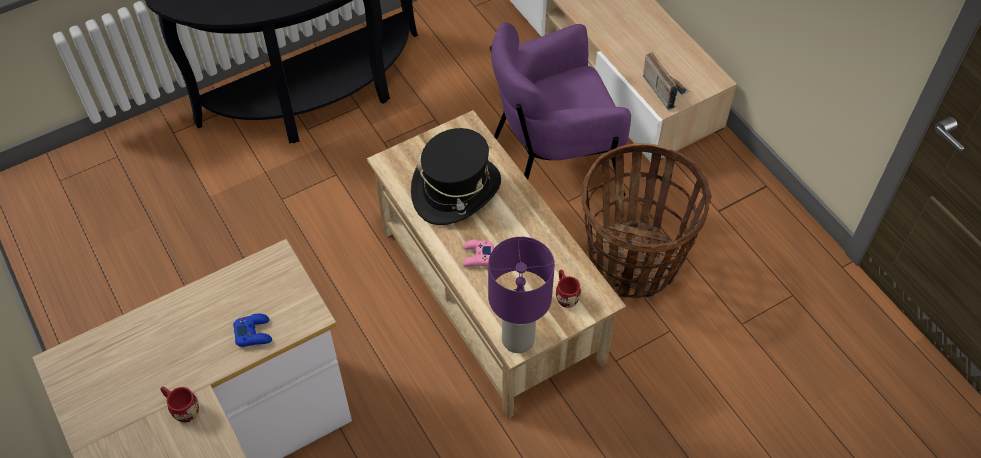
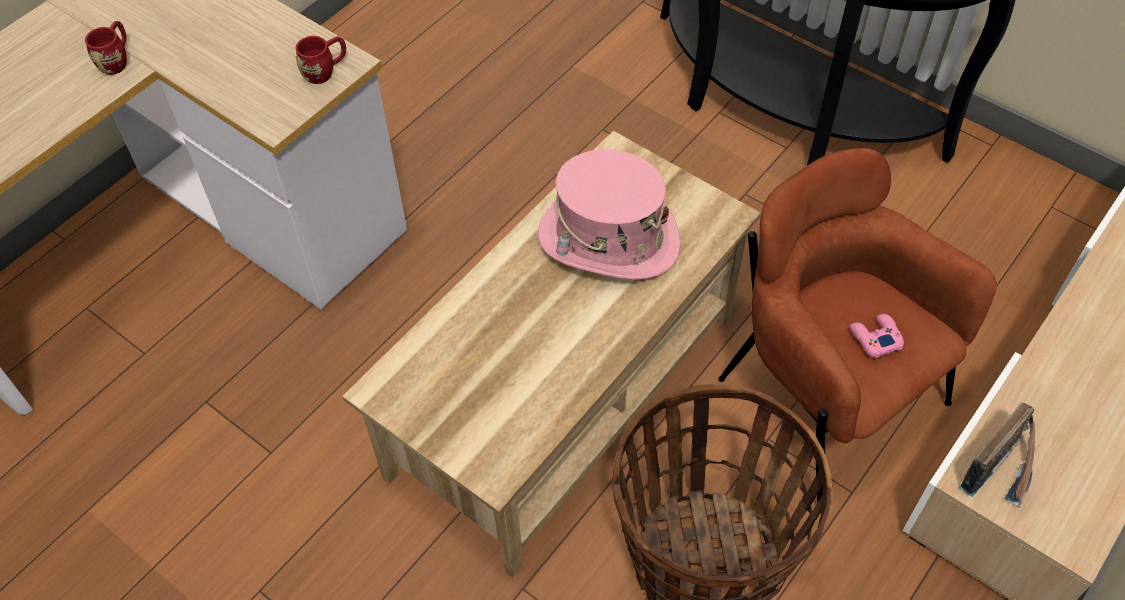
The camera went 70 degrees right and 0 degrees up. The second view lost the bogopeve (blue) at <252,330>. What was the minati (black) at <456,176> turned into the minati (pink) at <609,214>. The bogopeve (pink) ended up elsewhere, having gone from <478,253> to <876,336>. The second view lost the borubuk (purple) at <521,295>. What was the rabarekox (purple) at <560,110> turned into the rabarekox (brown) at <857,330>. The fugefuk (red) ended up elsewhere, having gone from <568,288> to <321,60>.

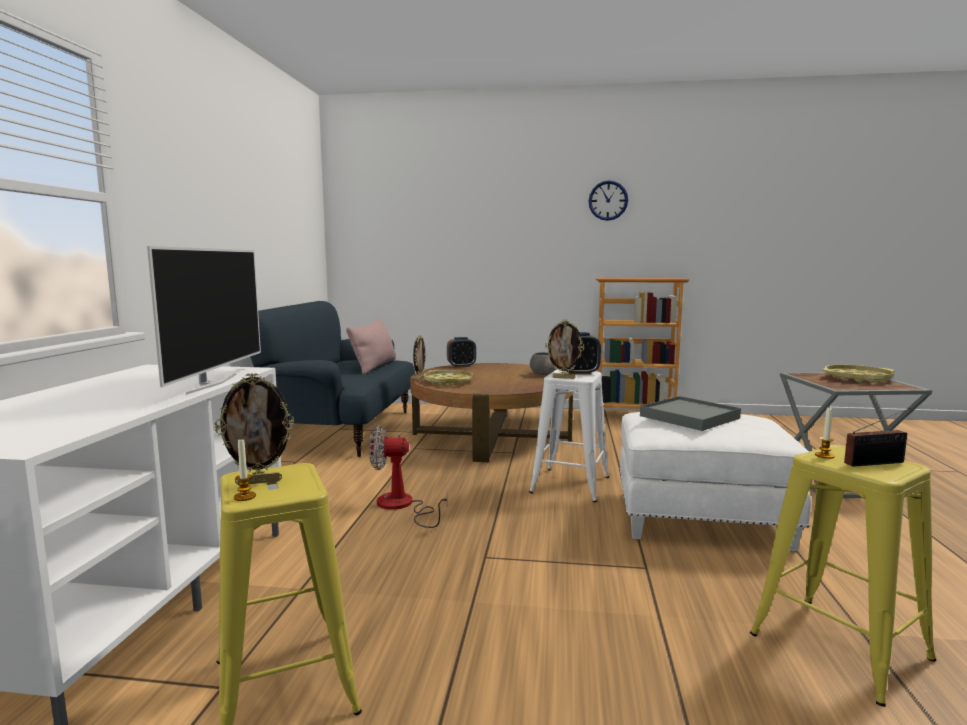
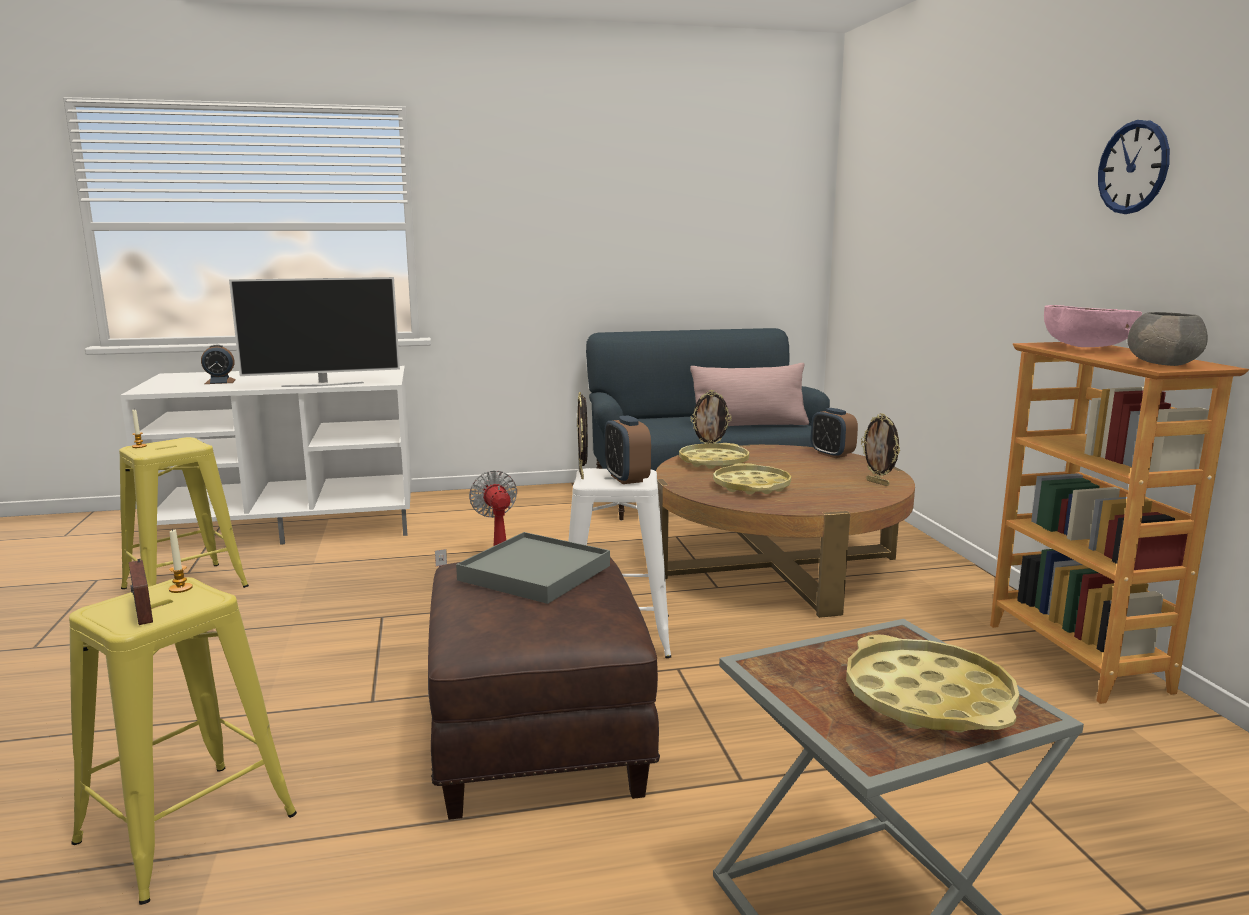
The camera went 70 degrees right and 5 degrees up. The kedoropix ended up elsewhere, having gone from <255,429> to <880,449>. The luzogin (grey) ended up elsewhere, having gone from <543,363> to <1167,339>. What was the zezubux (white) at <716,481> turned into the zezubux (brown) at <544,688>. The second view gained the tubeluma at <218,364>. The second view gained the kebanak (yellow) at <752,479>. The second view gained the luzogin (pink) at <1093,326>.

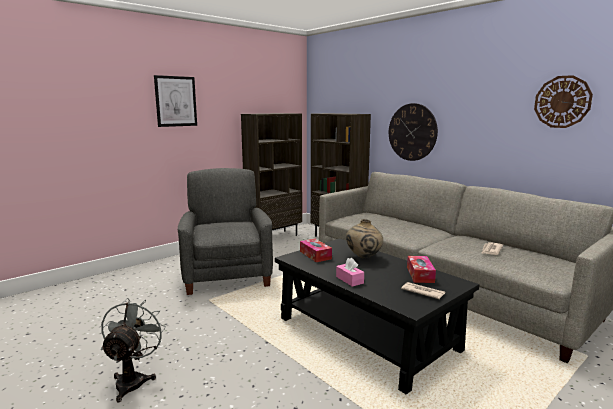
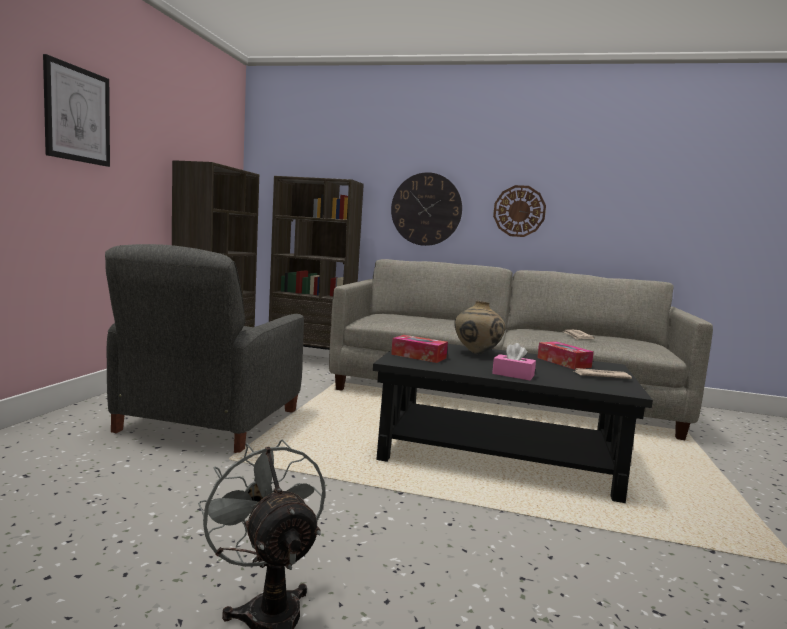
The camera went 35 degrees left and 5 degrees down. The rabarekox (grey) at <225,231> ended up facing another way, 120 degrees counterclockwise from before. The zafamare ended up elsewhere, having gone from <563,101> to <519,211>.

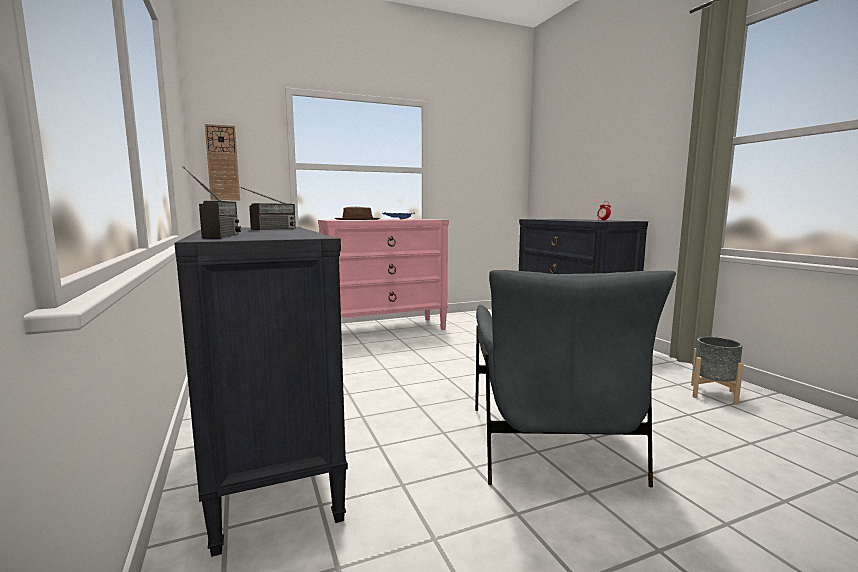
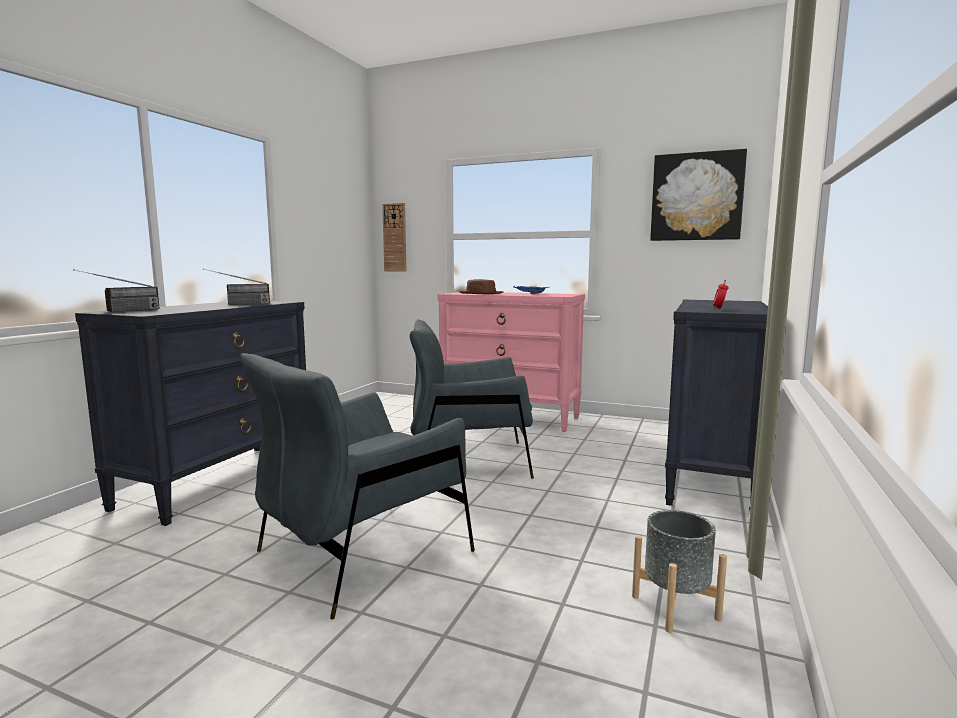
The camera went 45 degrees right and 0 degrees up. The second view gained the rabarekox (grey) at <471,399>. The second view gained the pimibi at <698,195>.

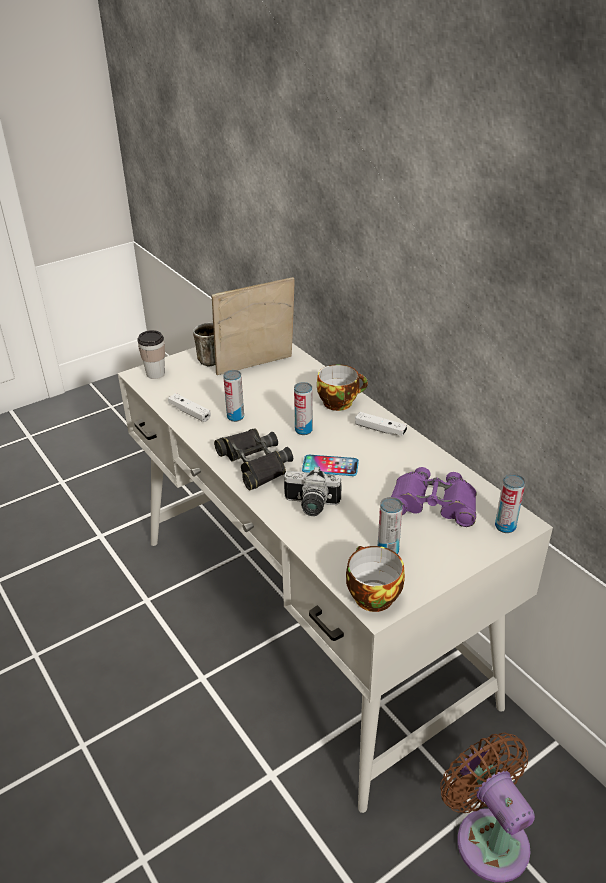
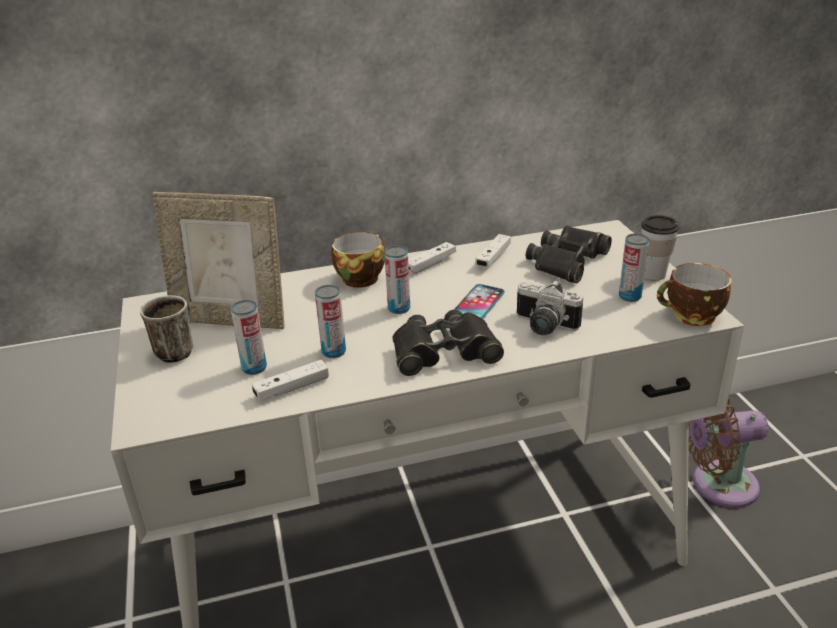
The camera went 70 degrees left and 5 degrees down. The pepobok ended up elsewhere, having gone from <151,354> to <660,248>. The kedoropix at <253,326> ended up facing another way, 75 degrees counterclockwise from before. The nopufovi at <312,491> ended up facing another way, 90 degrees clockwise from before. What was the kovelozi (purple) at <433,497> turned into the kovelozi (black) at <569,254>. The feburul ended up elsewhere, having gone from <510,503> to <249,337>. The second view gained the bogopeve (white) at <493,251>.

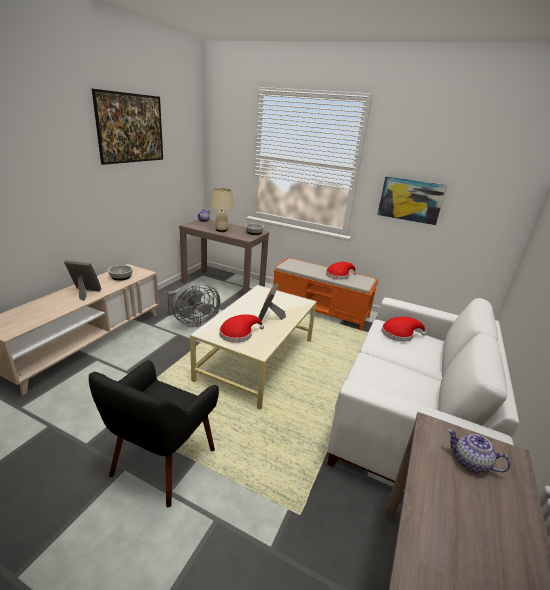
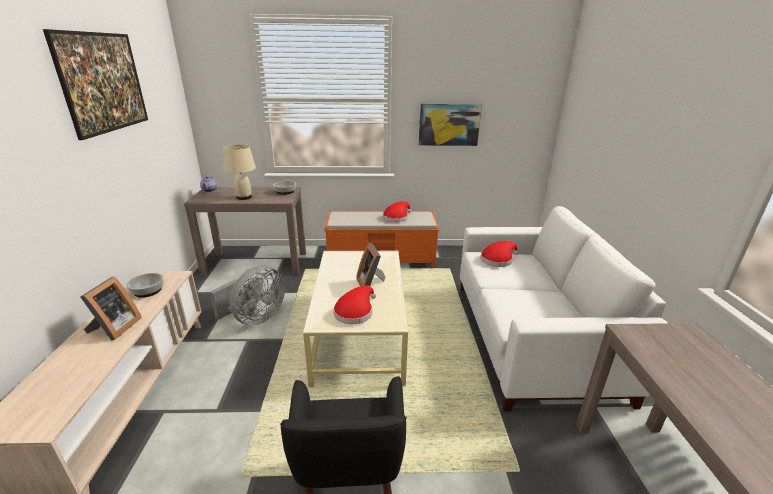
The camera went 25 degrees left and 0 degrees up. The kedoropix at <82,280> ended up facing another way, 120 degrees clockwise from before. The second view lost the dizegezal at <479,451>.

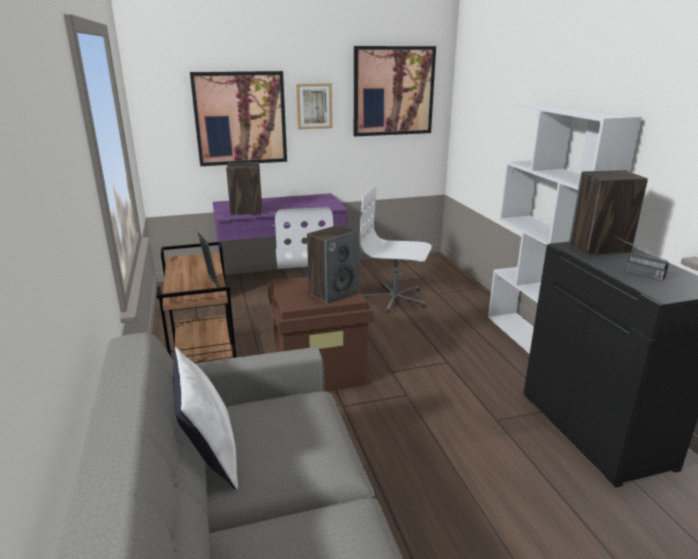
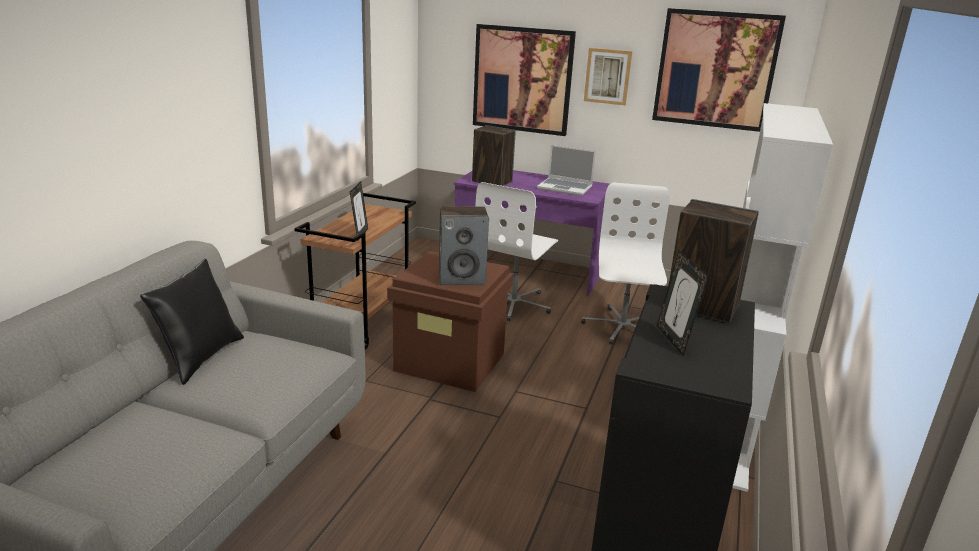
The camera went 35 degrees right and 0 degrees up. What was the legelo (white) at <205,418> turned into the legelo (black) at <192,322>. The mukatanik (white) at <395,249> ended up facing another way, 45 degrees clockwise from before. Where the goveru stood at <642,259>, the kedoropix came to stand at <683,303>. The second view gained the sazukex at <566,170>.

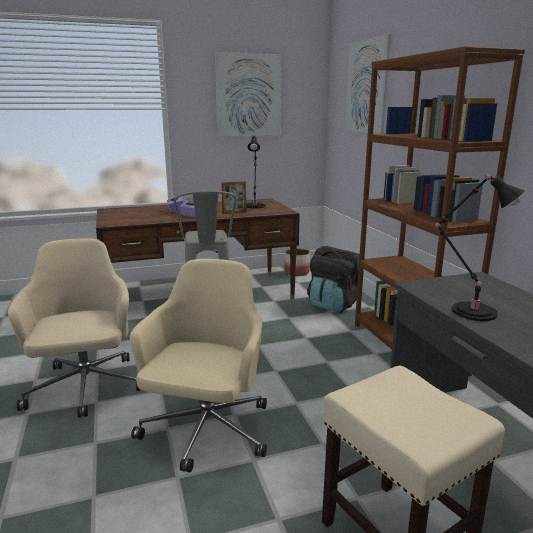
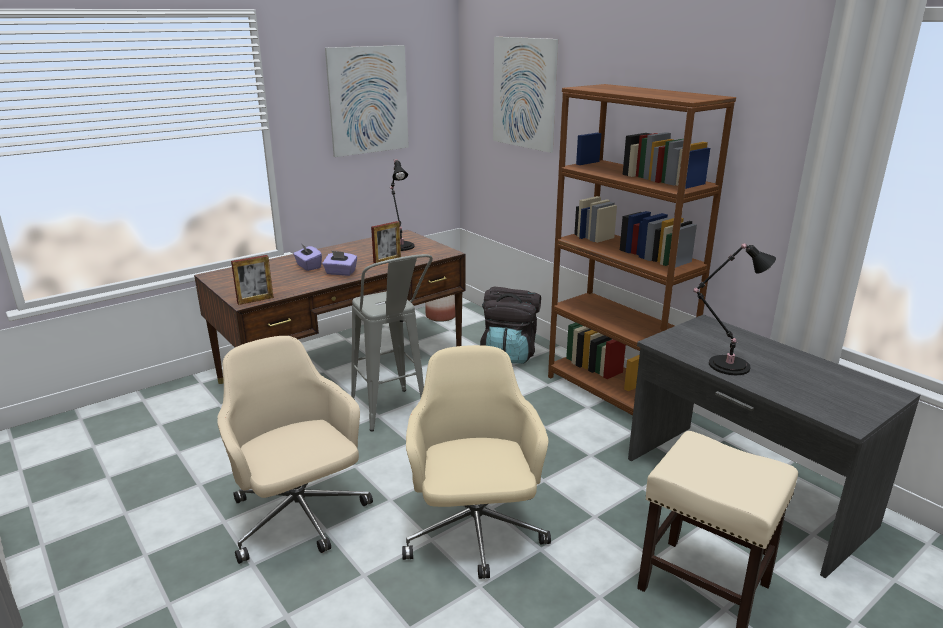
The camera went 20 degrees left and 5 degrees up. The second view gained the kedoropix at <252,280>.

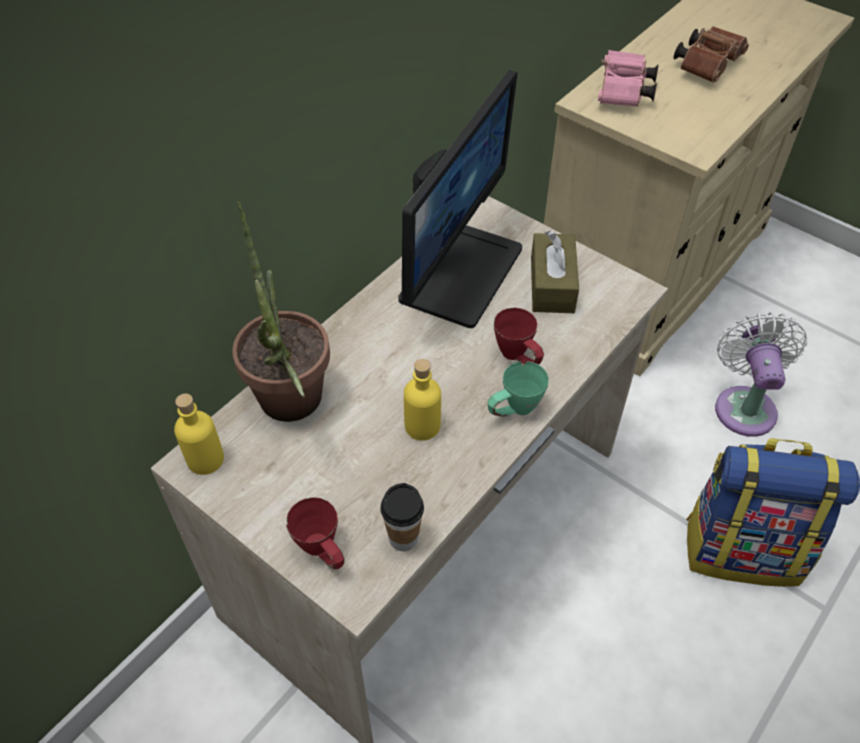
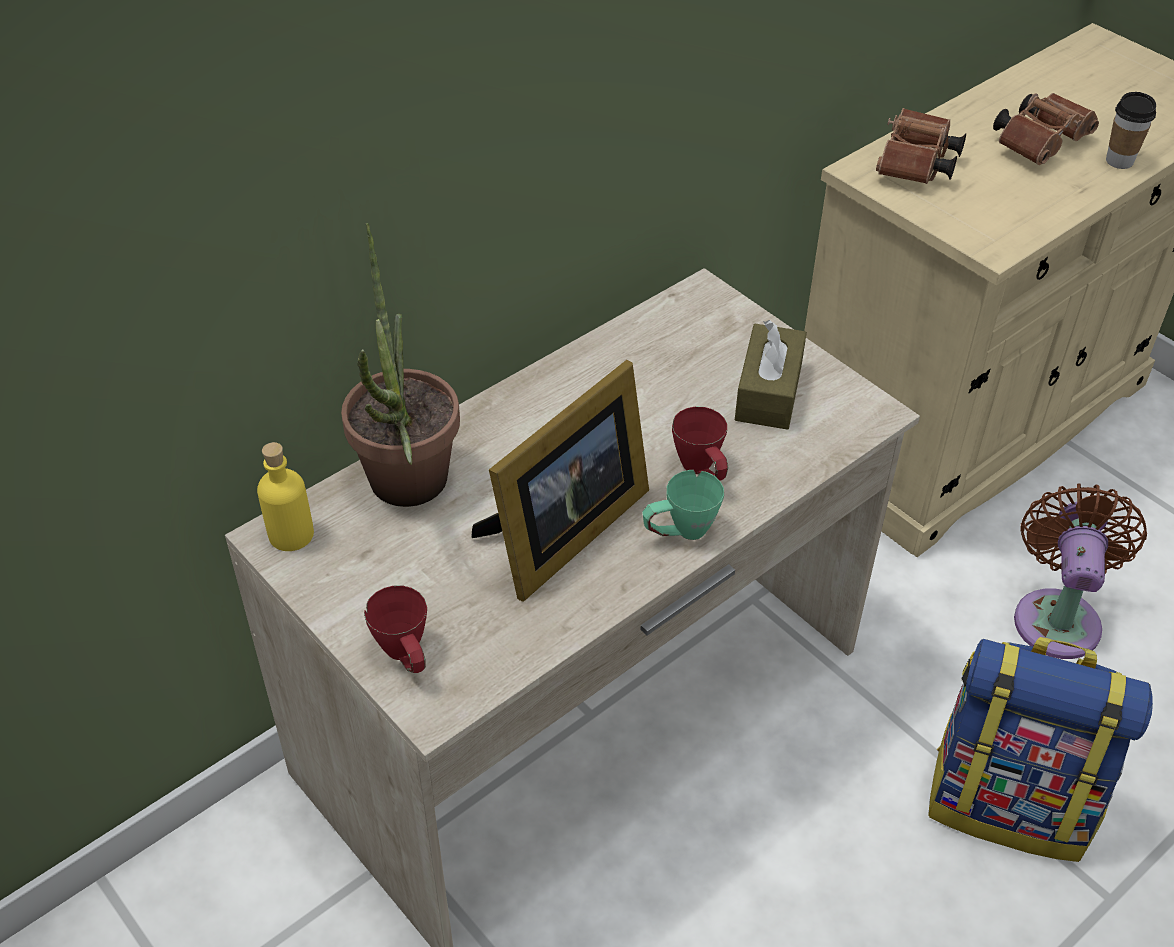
The camera went 10 degrees right and 5 degrees down. The pepobok ended up elsewhere, having gone from <402,517> to <1131,130>. The second view lost the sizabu at <460,199>. Where the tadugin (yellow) stood at <422,399>, the kedoropix came to stand at <560,481>. What was the kovelozi (pink) at <628,78> turned into the kovelozi (brown) at <921,146>. What was the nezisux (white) at <761,374> turned into the nezisux (brown) at <1080,571>.

